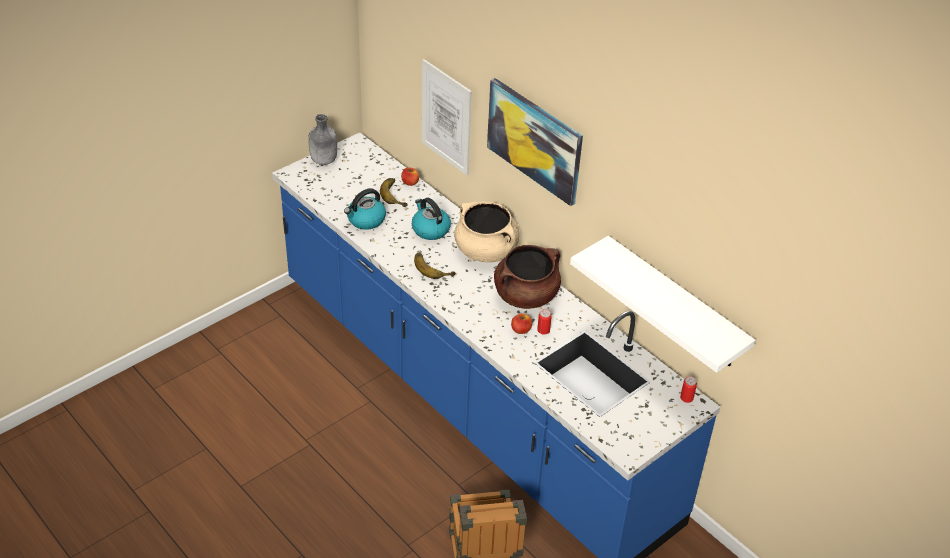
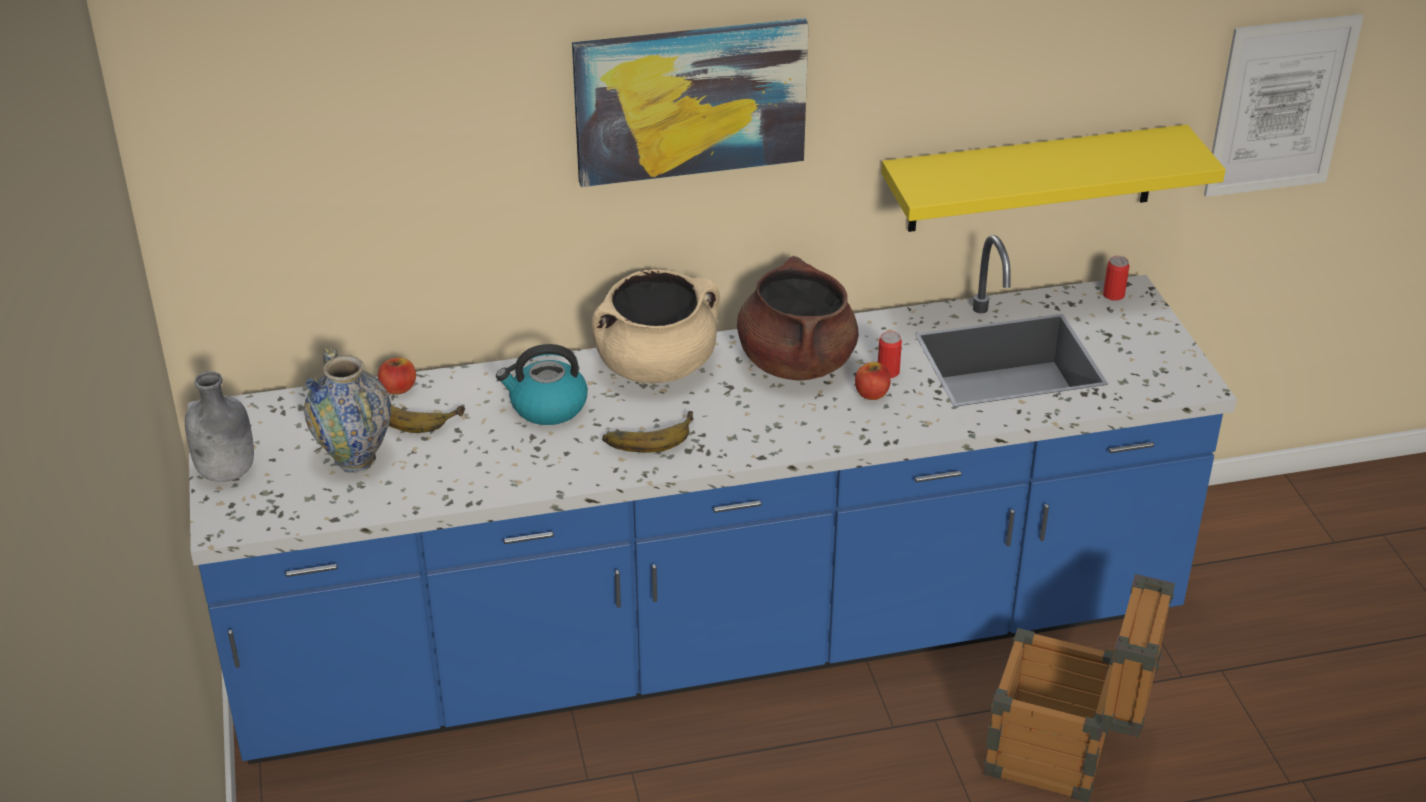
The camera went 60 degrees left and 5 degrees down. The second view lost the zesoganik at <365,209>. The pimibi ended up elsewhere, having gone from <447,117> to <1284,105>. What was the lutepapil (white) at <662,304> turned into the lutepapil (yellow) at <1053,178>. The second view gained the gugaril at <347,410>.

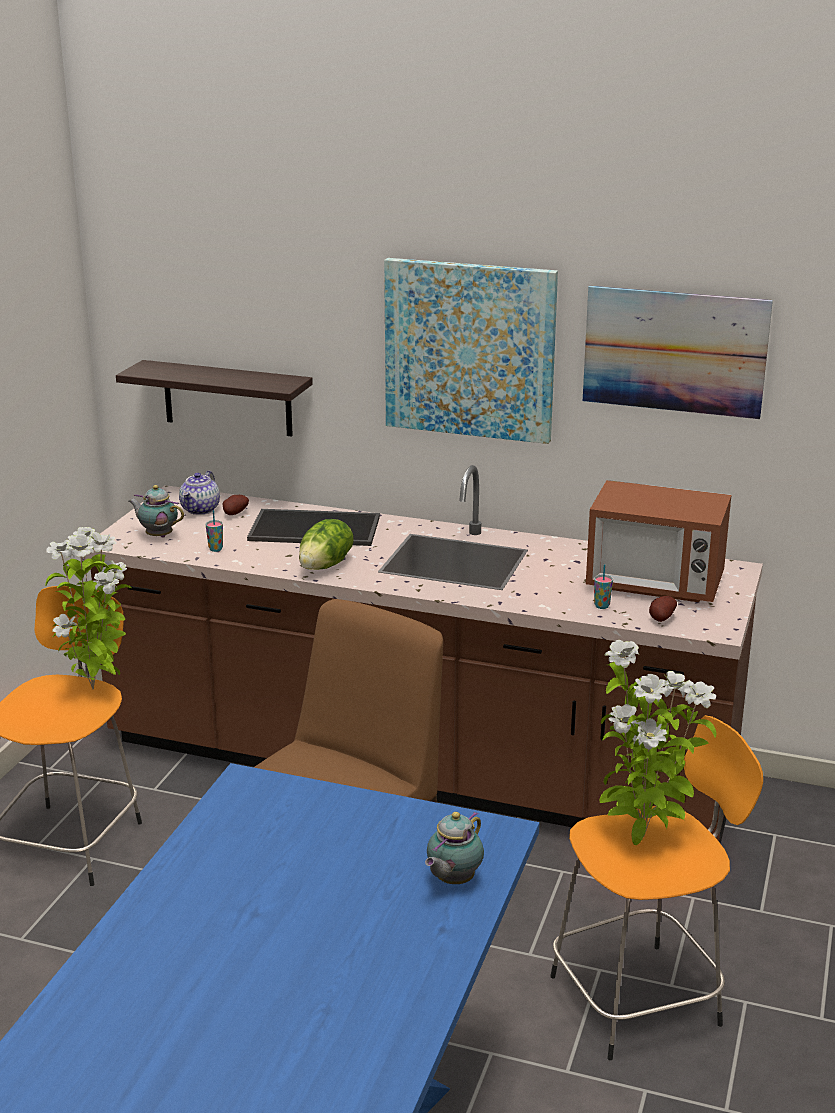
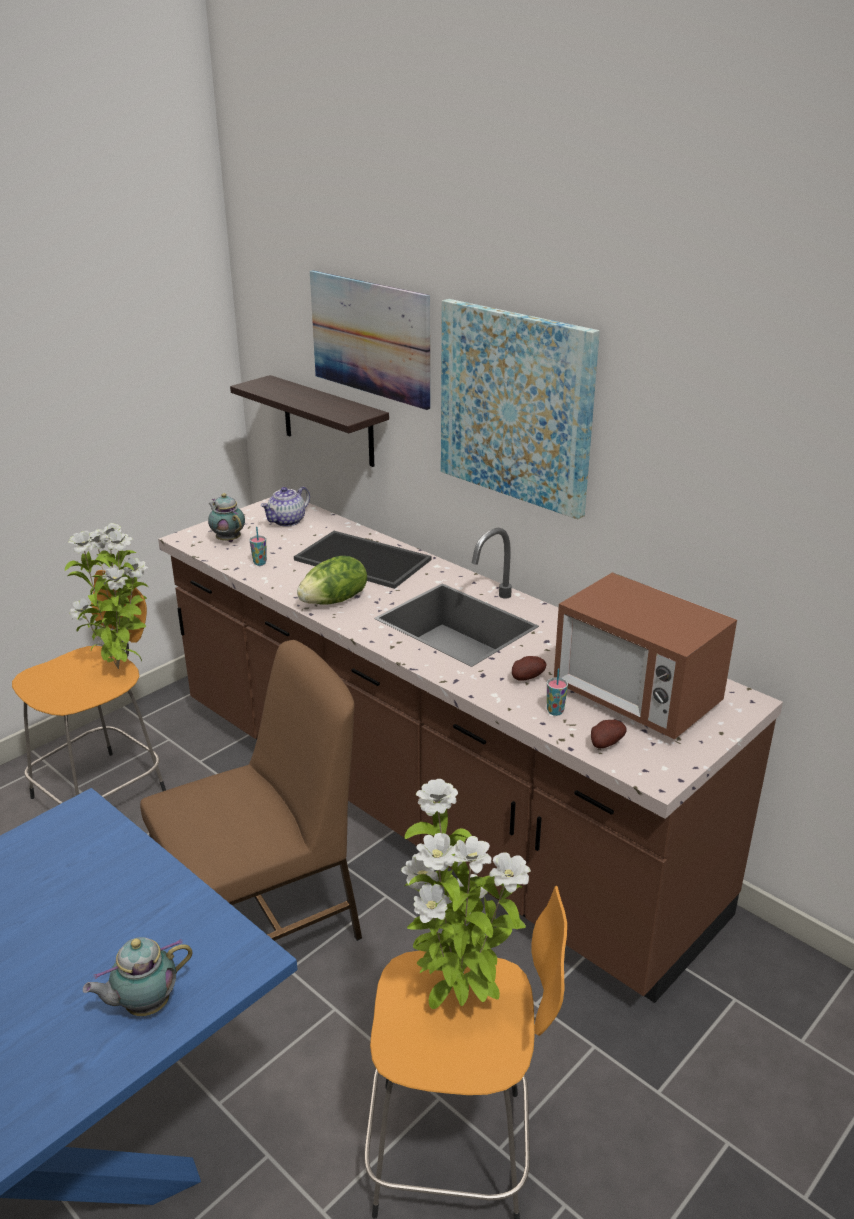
The camera went 25 degrees right and 5 degrees up. The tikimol ended up elsewhere, having gone from <236,505> to <529,668>. The pimibi ended up elsewhere, having gone from <678,352> to <370,340>.

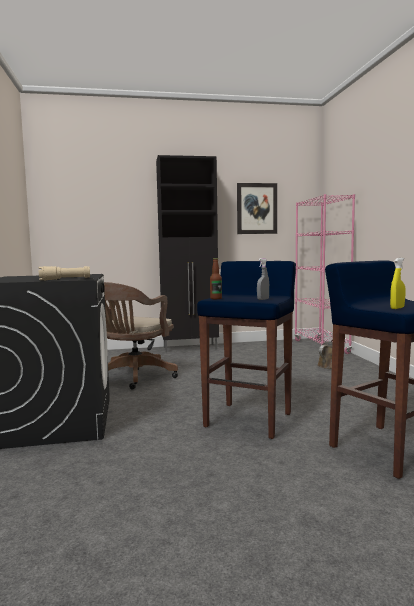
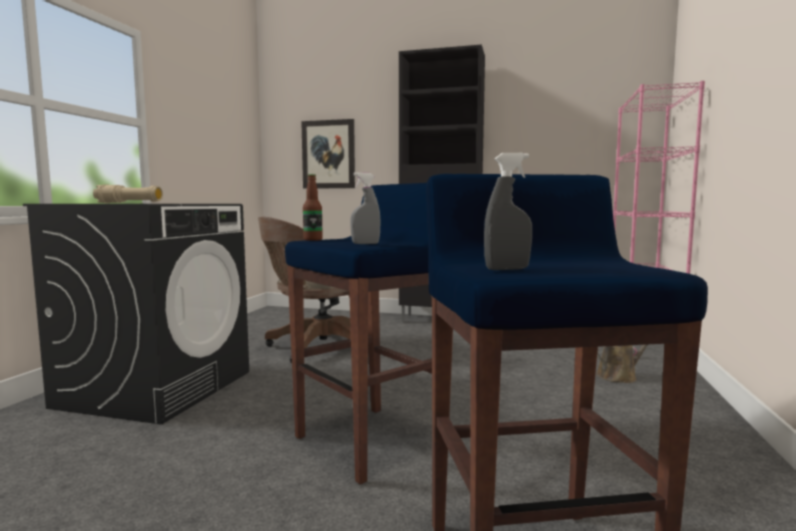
The camera went 25 degrees right and 0 degrees up. The pimibi ended up elsewhere, having gone from <257,208> to <328,154>. What was the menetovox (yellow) at <397,283> turned into the menetovox (grey) at <508,211>.

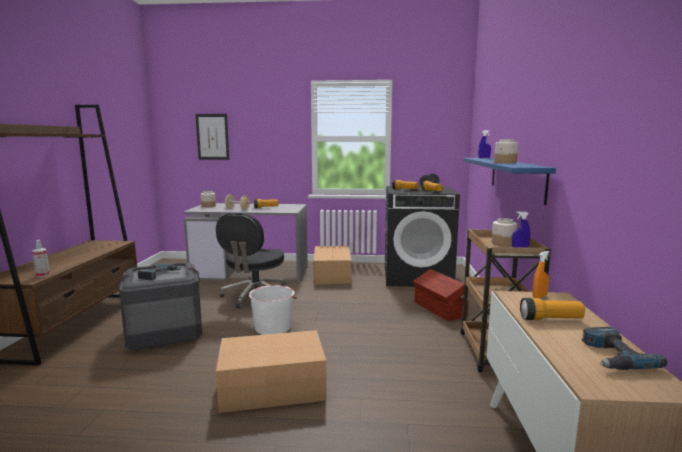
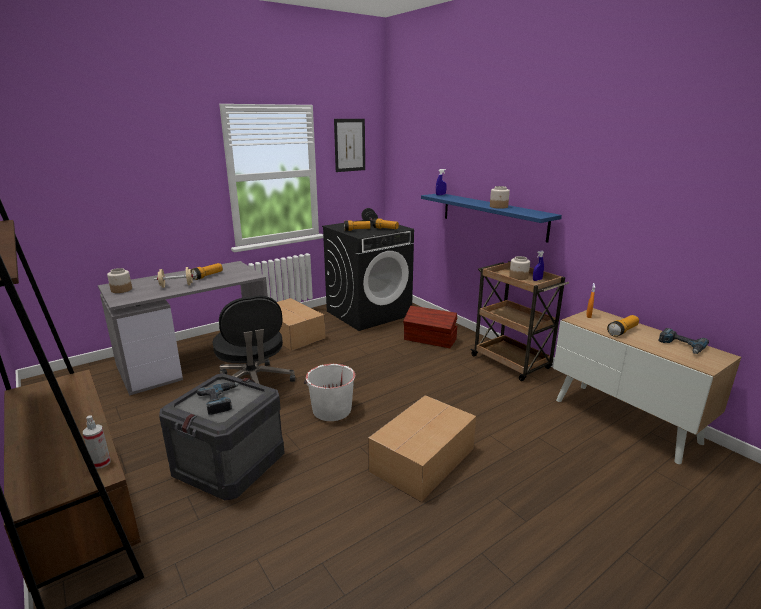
The camera went 40 degrees left and 10 degrees up. The pimibi ended up elsewhere, having gone from <212,137> to <349,145>.

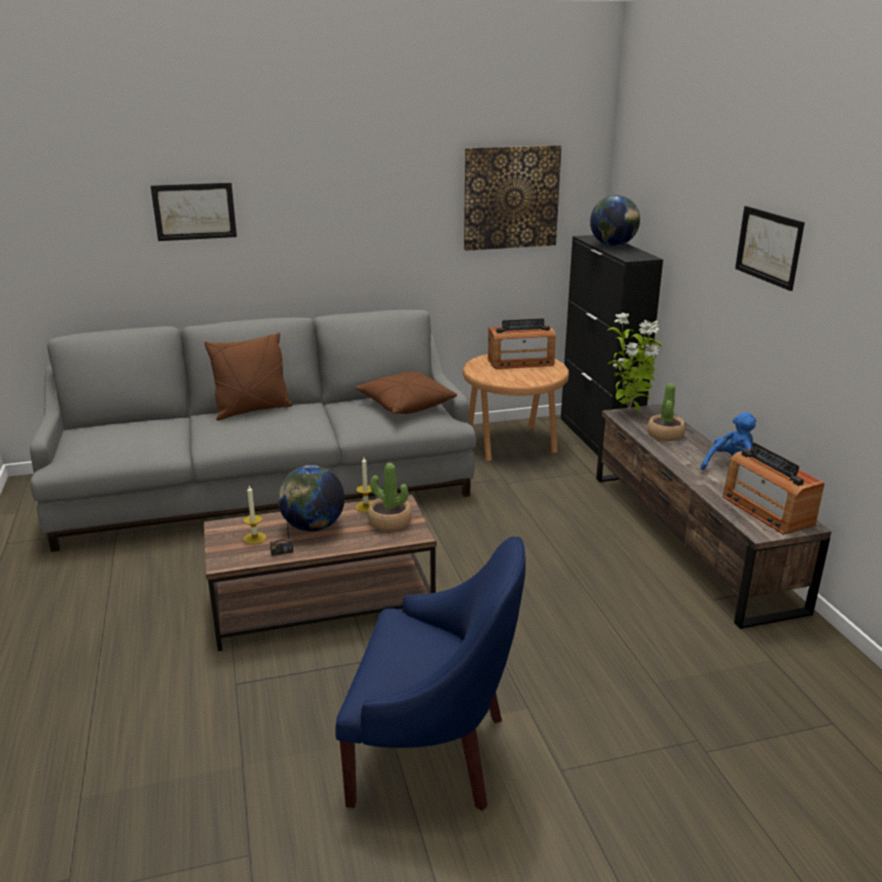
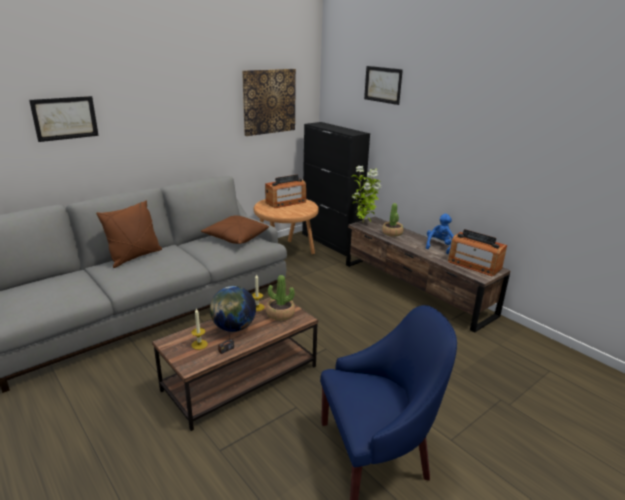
The camera went 25 degrees left and 0 degrees up. The second view lost the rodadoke at <615,220>. The pimibi ended up elsewhere, having gone from <770,248> to <383,85>.

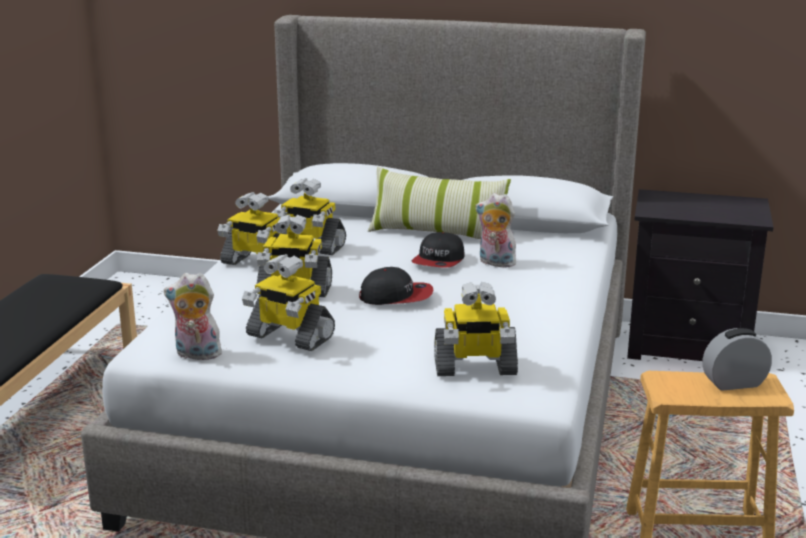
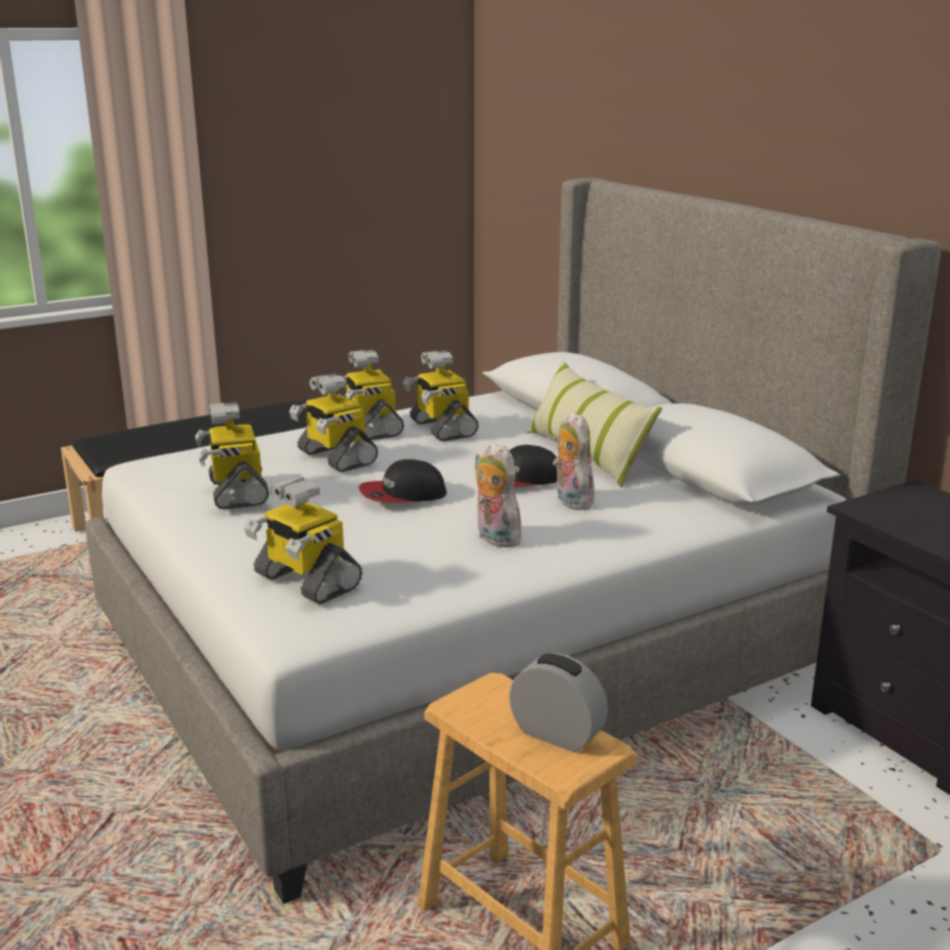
The camera went 45 degrees right and 0 degrees up. The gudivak ended up elsewhere, having gone from <194,316> to <497,494>. The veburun at <396,286> ended up facing another way, 120 degrees clockwise from before.

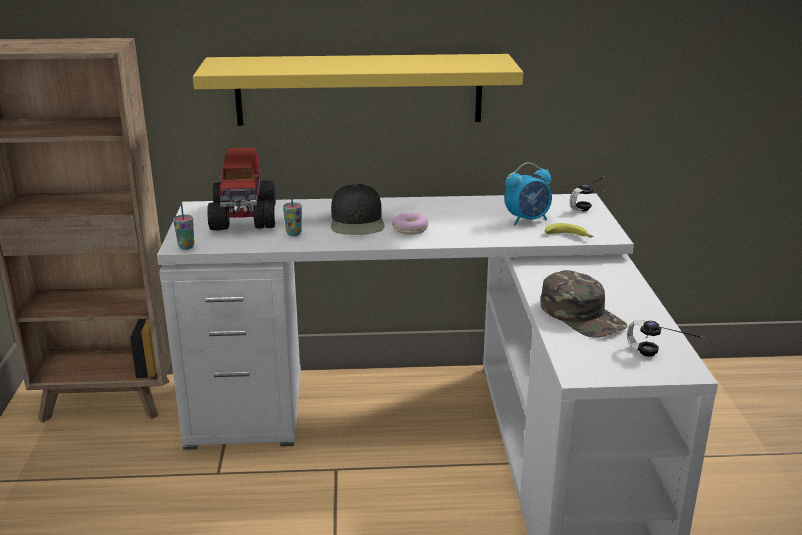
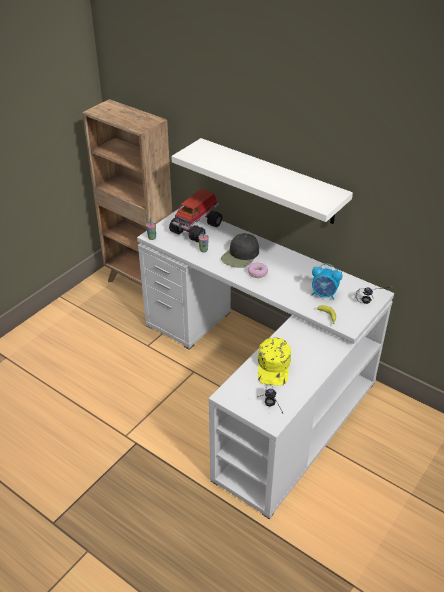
The camera went 40 degrees right and 15 degrees up. What was the lutepapil (yellow) at <358,90> turned into the lutepapil (white) at <262,181>. What was the veburun (green) at <584,303> turned into the veburun (yellow) at <274,361>.

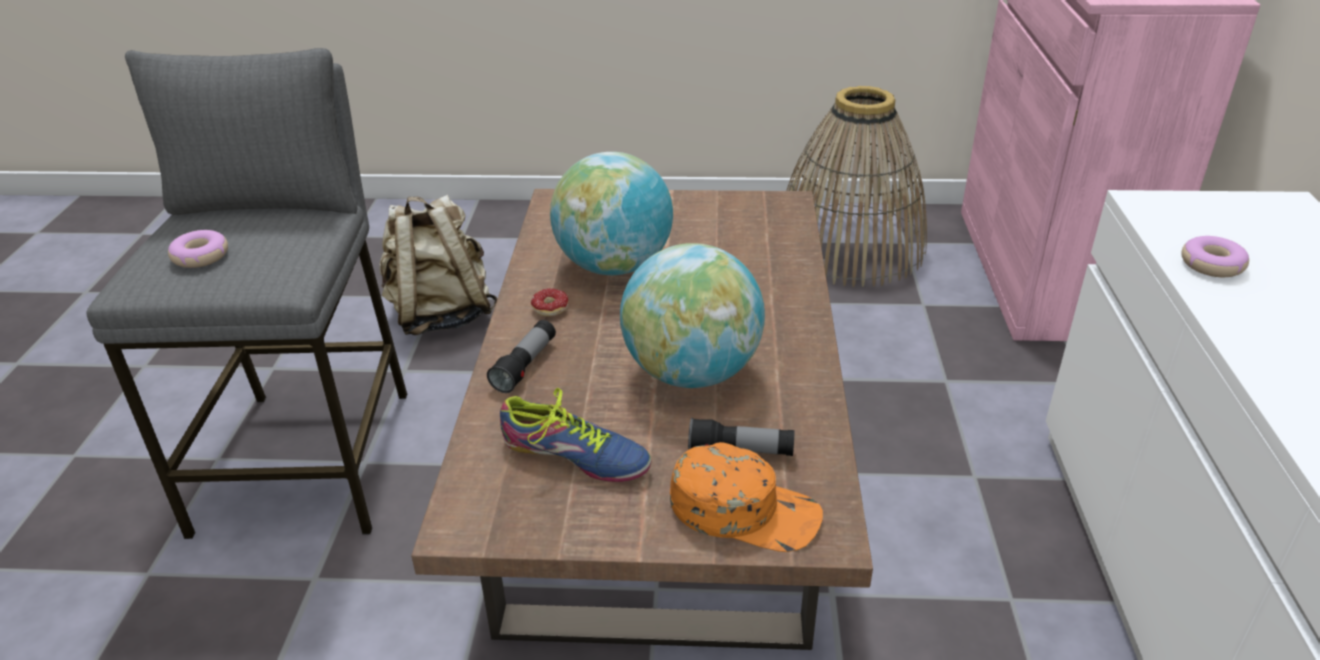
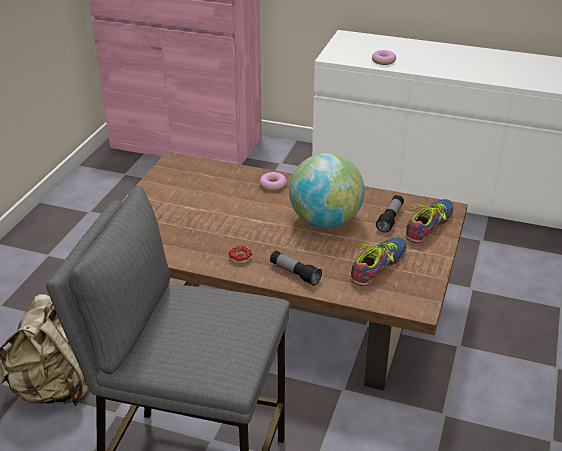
The camera went 75 degrees left and 0 degrees up. The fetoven ended up elsewhere, having gone from <198,249> to <273,181>. The second view lost the rodadoke at <611,213>. Where the veburun (orange) stood at <746,497>, the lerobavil came to stand at <429,221>. The second view lost the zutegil at <856,186>.

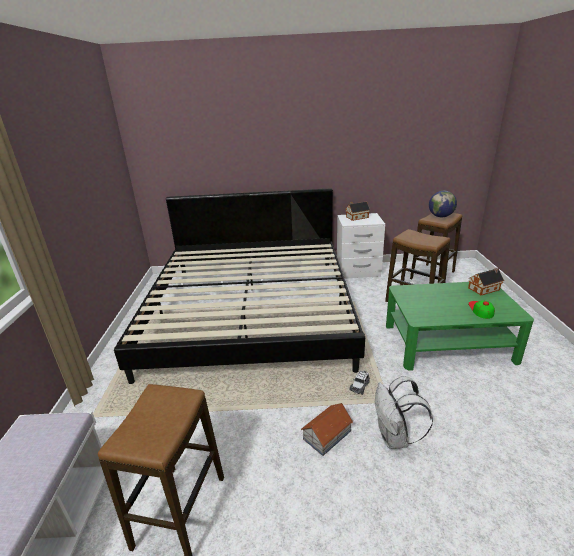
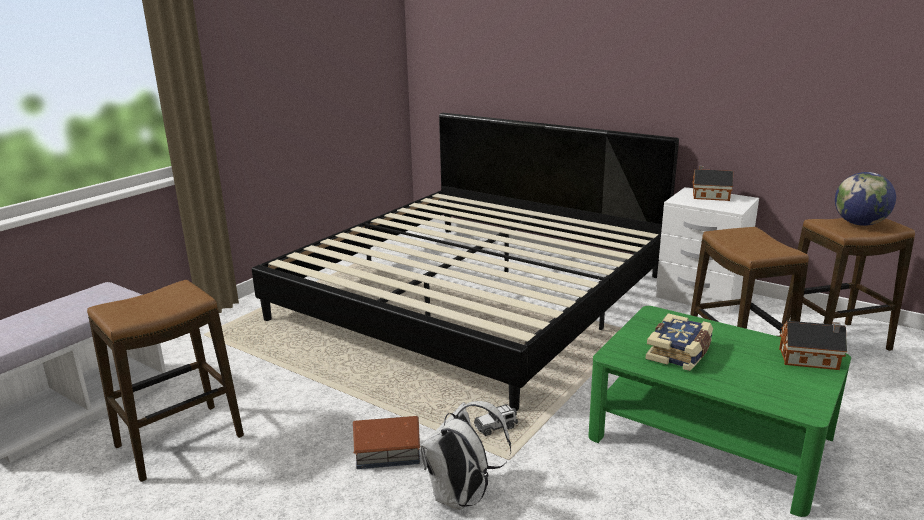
The camera went 35 degrees right and 5 degrees down. The second view lost the veburun at <481,309>. The second view gained the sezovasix at <679,342>.

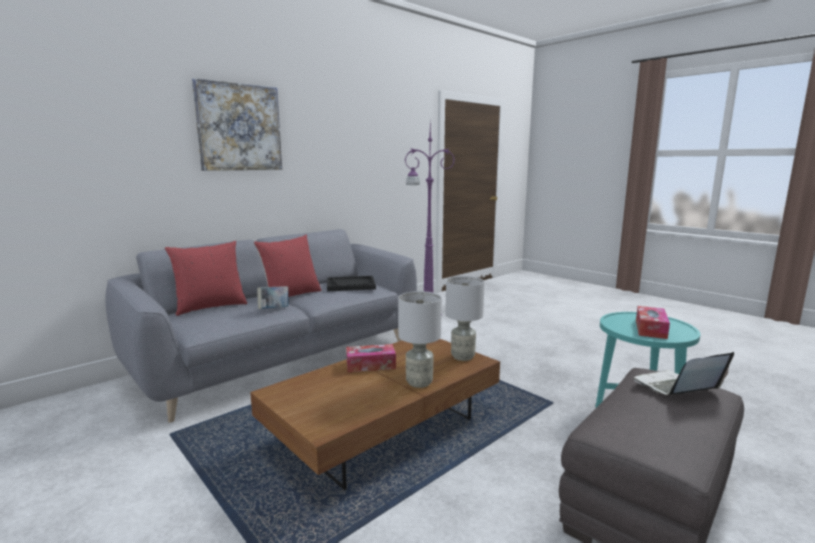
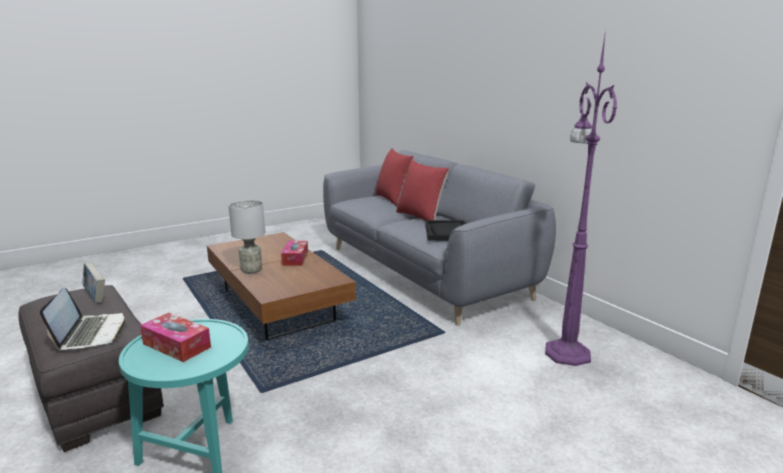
The camera went 100 degrees right and 5 degrees up. The second view lost the pimibi at <237,124>. The sezovasix ended up elsewhere, having gone from <273,297> to <93,283>. The second view lost the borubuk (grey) at <465,318>.

